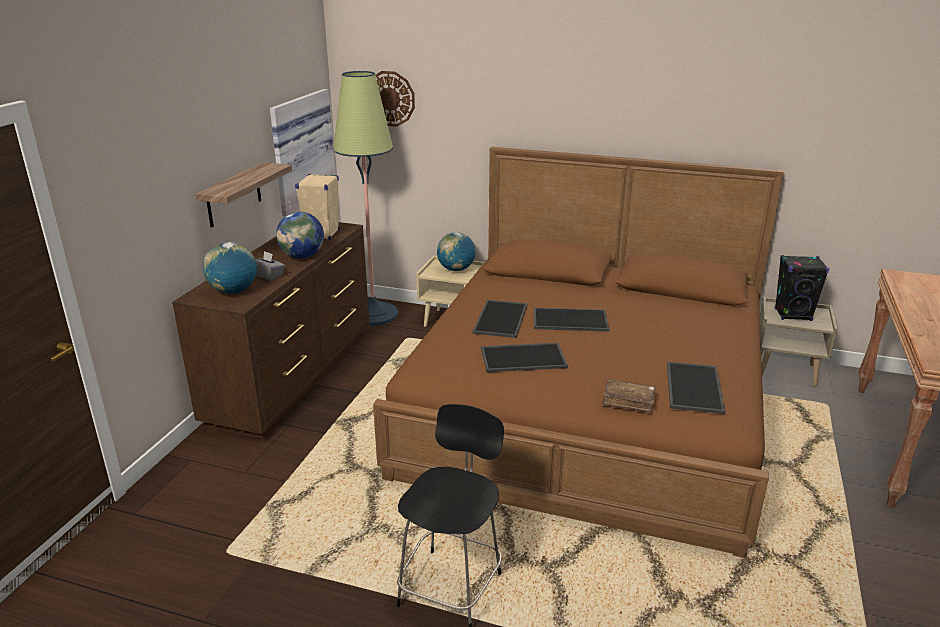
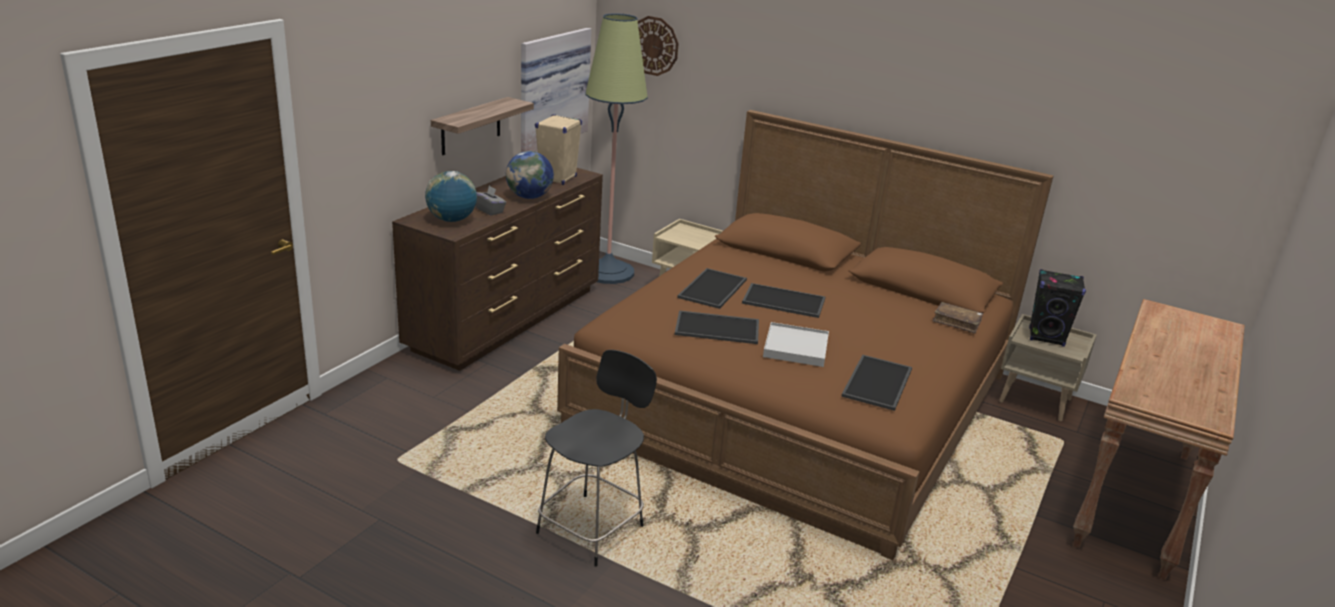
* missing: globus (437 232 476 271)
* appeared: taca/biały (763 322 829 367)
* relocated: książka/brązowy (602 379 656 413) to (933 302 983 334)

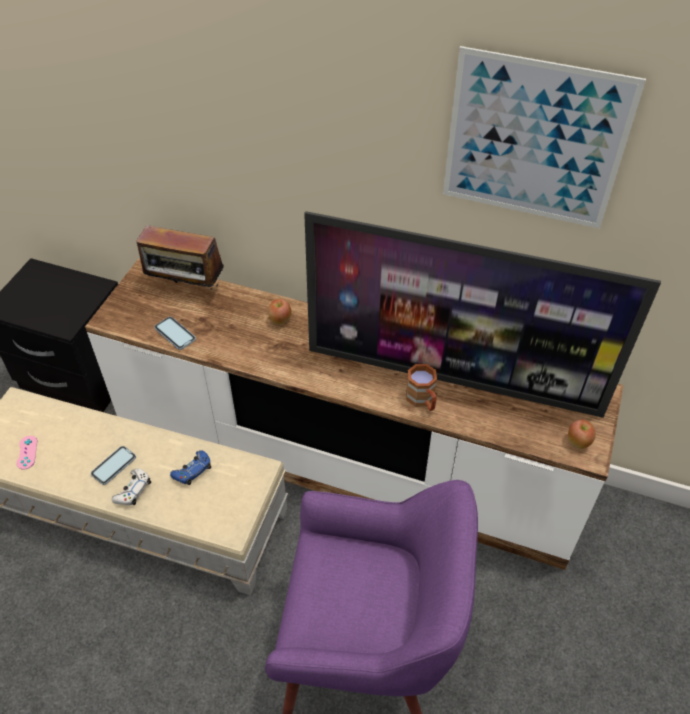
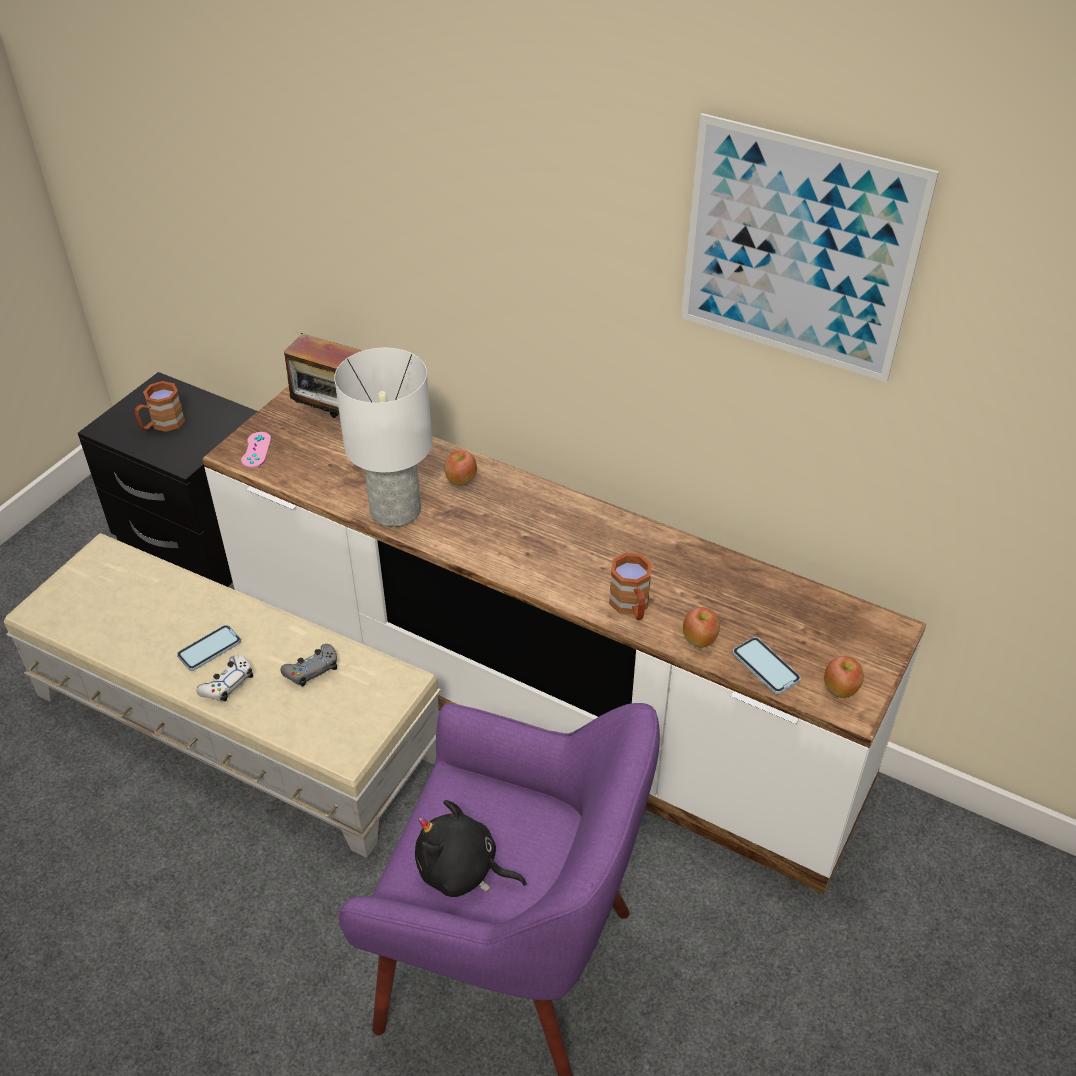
* missing: telewizor (304 211 661 418)
* appeared: kubek/brązowy (135 381 185 432)
* appeared: lampa stołowa/biały (334 348 432 527)
* appeared: pluszak/czarny (415 800 527 897)
* appeared: jabłko (683 607 720 648)
* relocated: pad do gier/różowy (16 436 37 470) to (241 432 271 468)
* relocated: telefon (154 317 196 350) to (733 637 801 694)
* colour: pad do gier/niebieski (170 450 211 485) to pad do gier/szary (280 644 337 687)

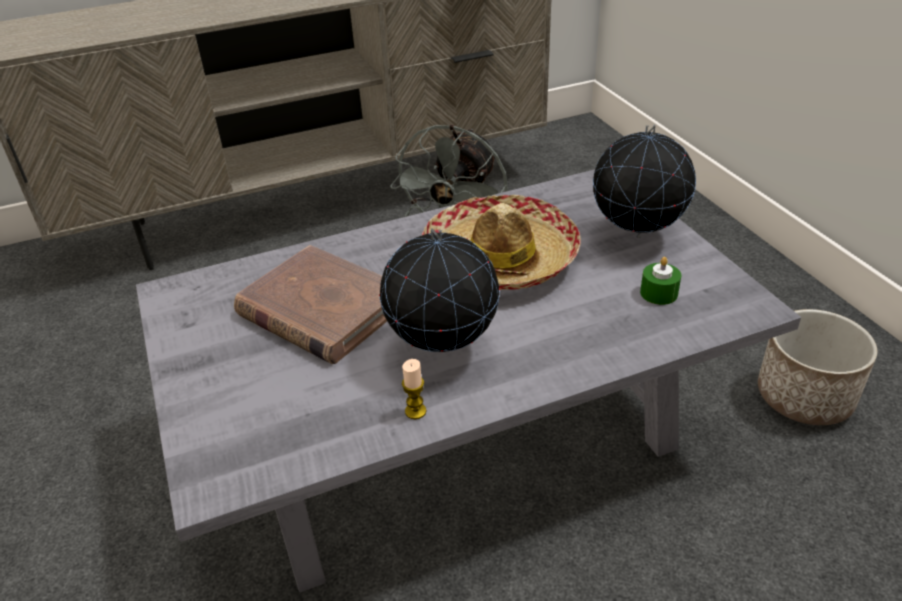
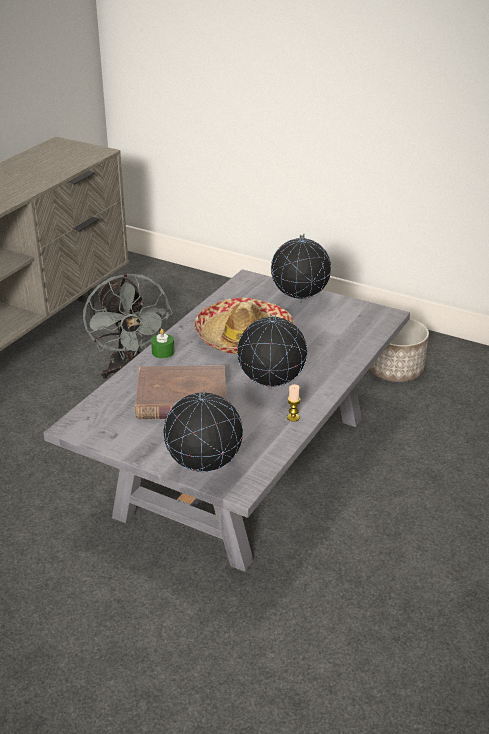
* appeared: globus (163 390 243 473)
* relocated: świeca/zielony (640 257 681 305) to (151 329 174 358)

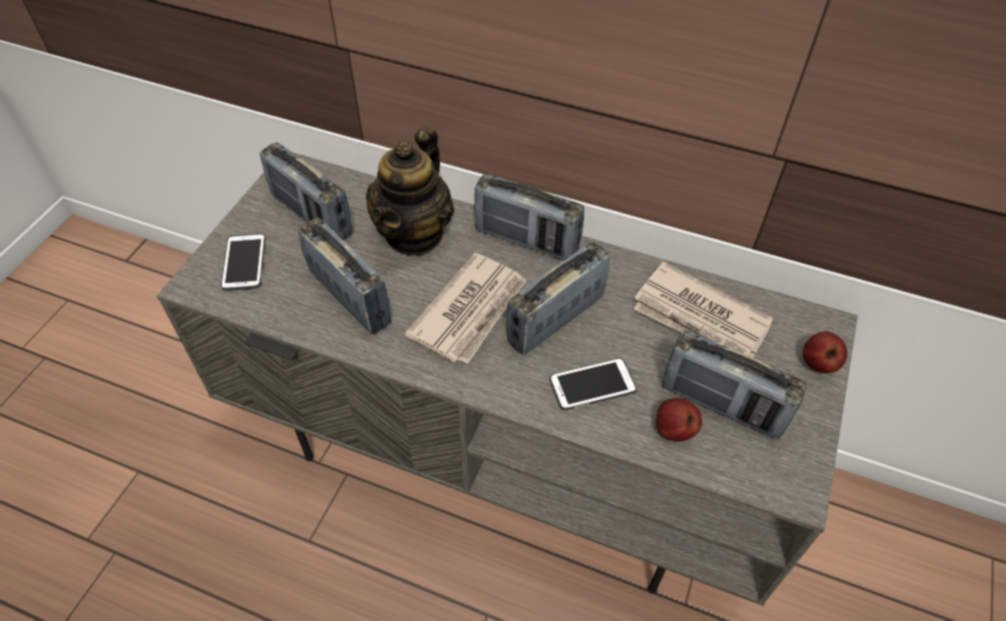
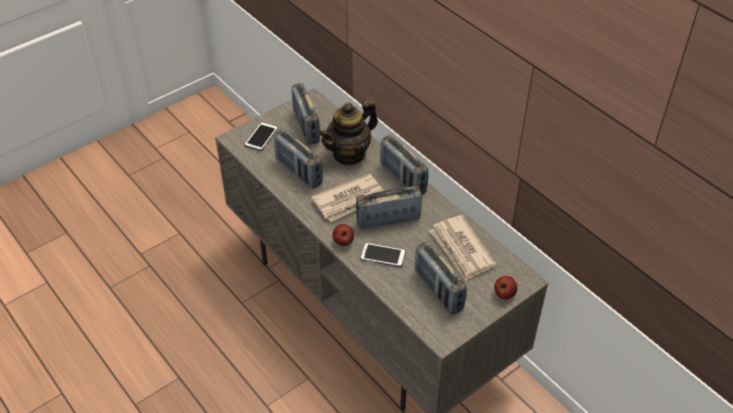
* relocated: jabłko (656 398 702 442) to (332 224 354 246)
* spun: radio (298 217 391 335) = (274 129 323 189) 150 degrees clockwise

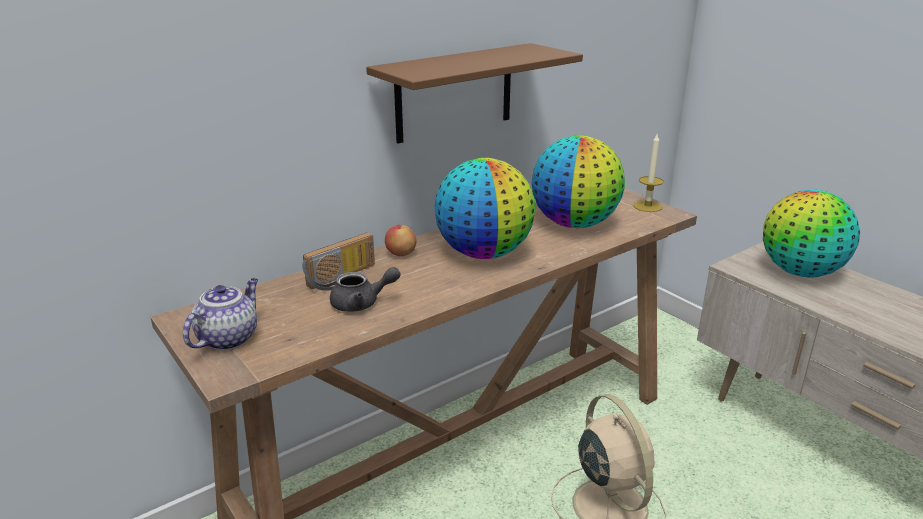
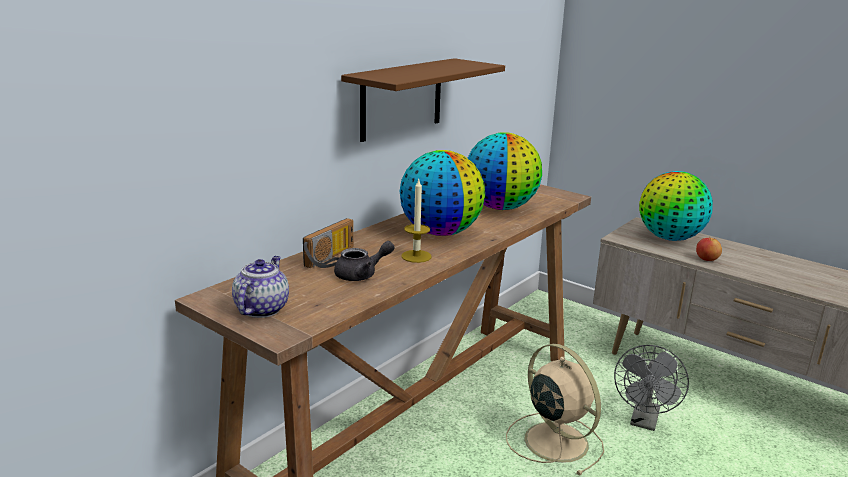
* appeared: wentylator/szary (614 345 689 431)
* relocated: jabłko (385 225 417 256) to (696 238 722 261)
* relocated: świeca (634 132 664 212) to (401 180 432 263)

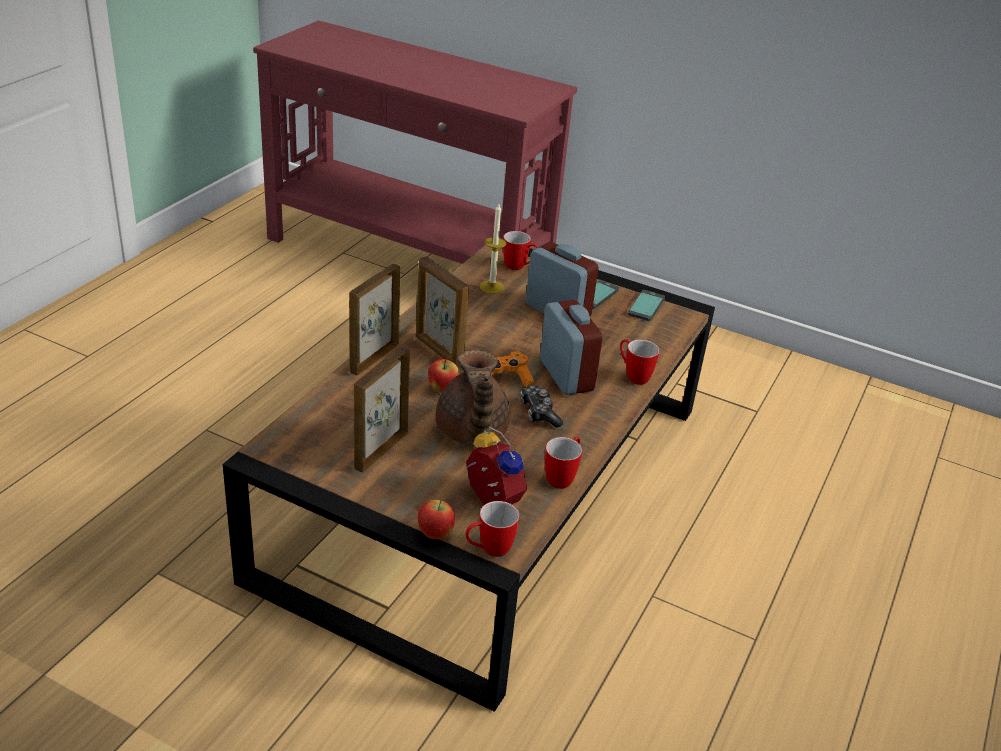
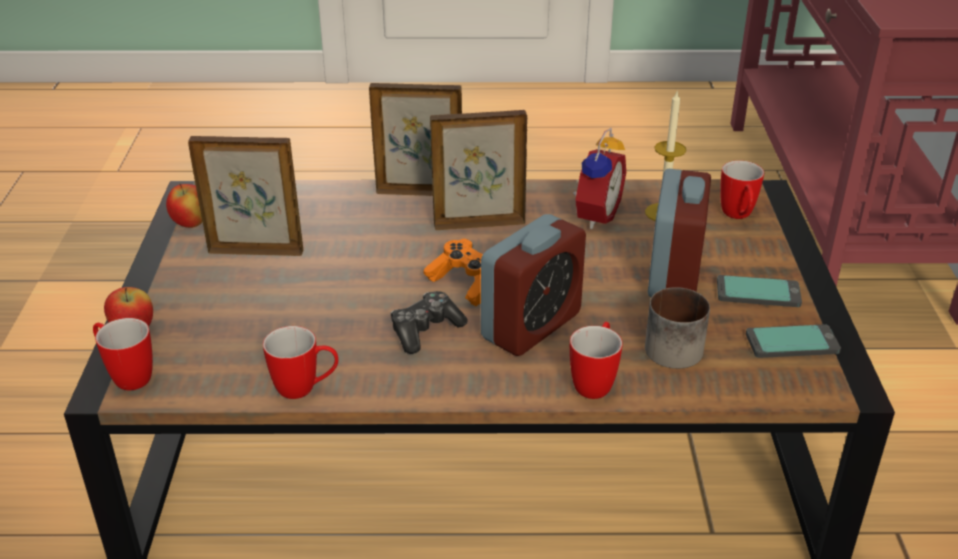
* missing: imbryk/brązowy (436 350 510 446)
* appeared: kubek (645 287 710 369)
* relocated: jabłko (428 359 460 393) to (166 184 202 228)
* relocated: budzik (466 427 527 505) to (572 128 626 229)
* spun: ramka na zdjęcie (416 256 469 368) = (430 110 527 230) 60 degrees clockwise

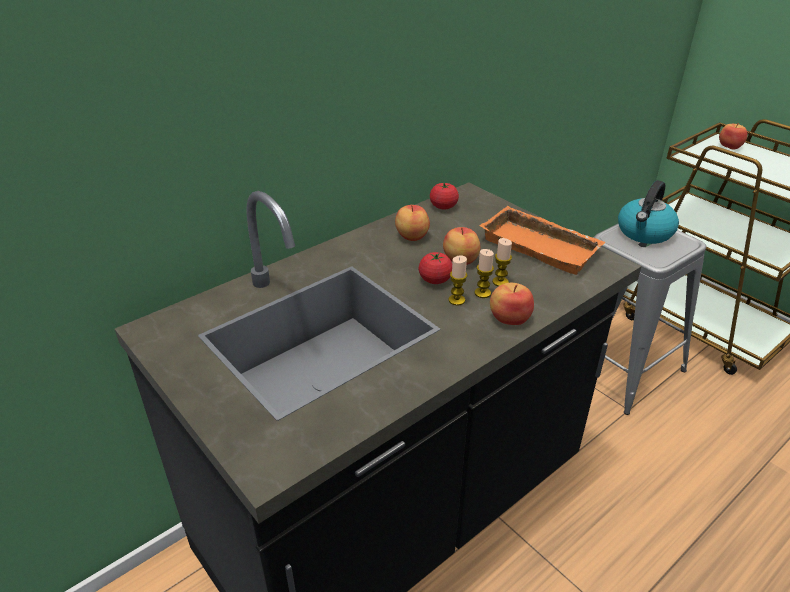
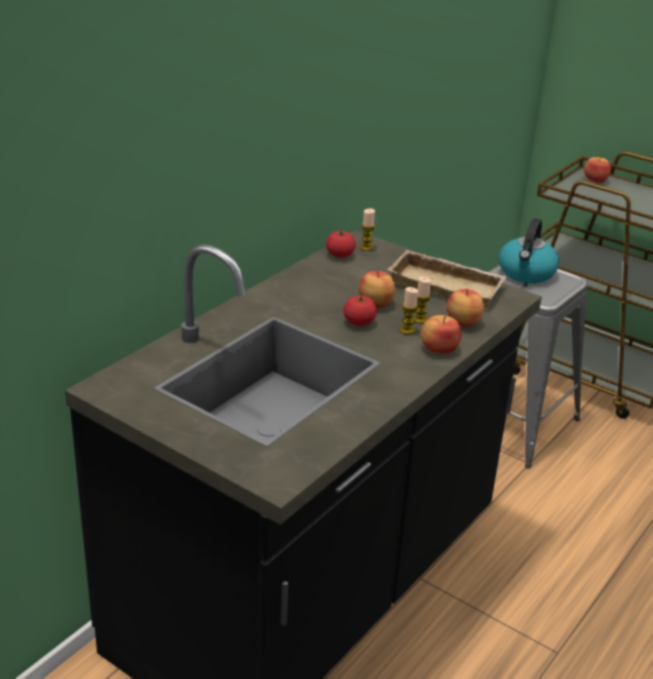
* relocated: jabłko (395 204 430 241) to (447 288 484 327)
* relocated: świeca (448 255 467 305) to (360 209 375 251)
* colour: taca/pomarańczowy (480 206 606 275) to taca/beżowy (387 250 506 308)

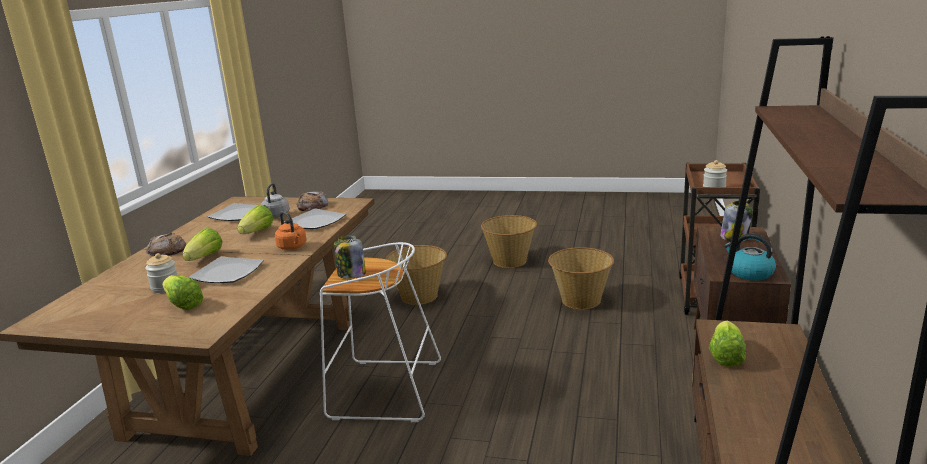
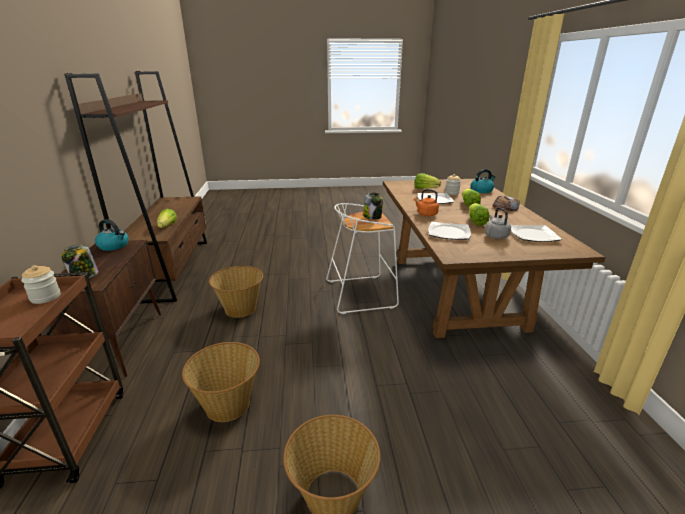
* missing: chleb (297 192 328 211)
* appeared: czajnik (470 169 495 193)
* relocated: koszyk (385 245 447 305) to (209 266 263 318)

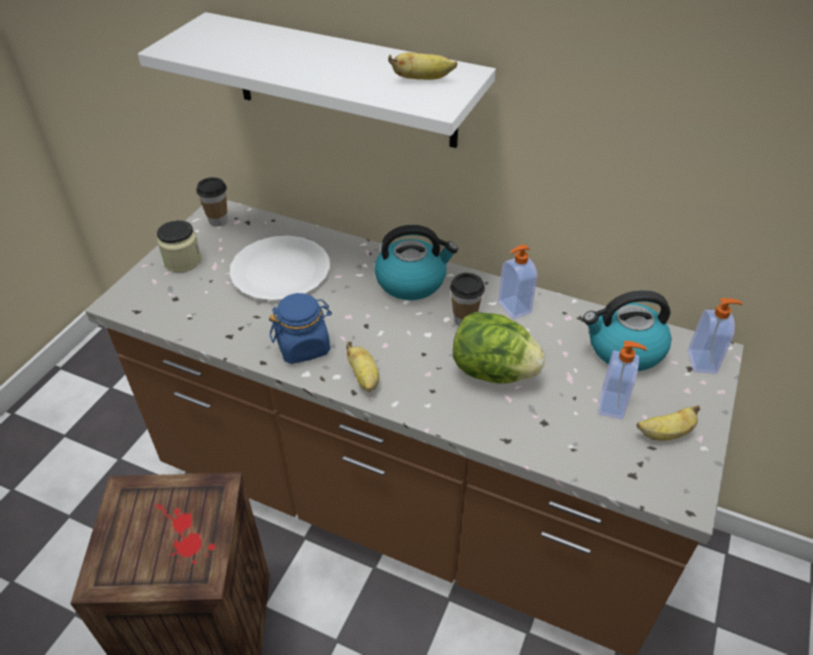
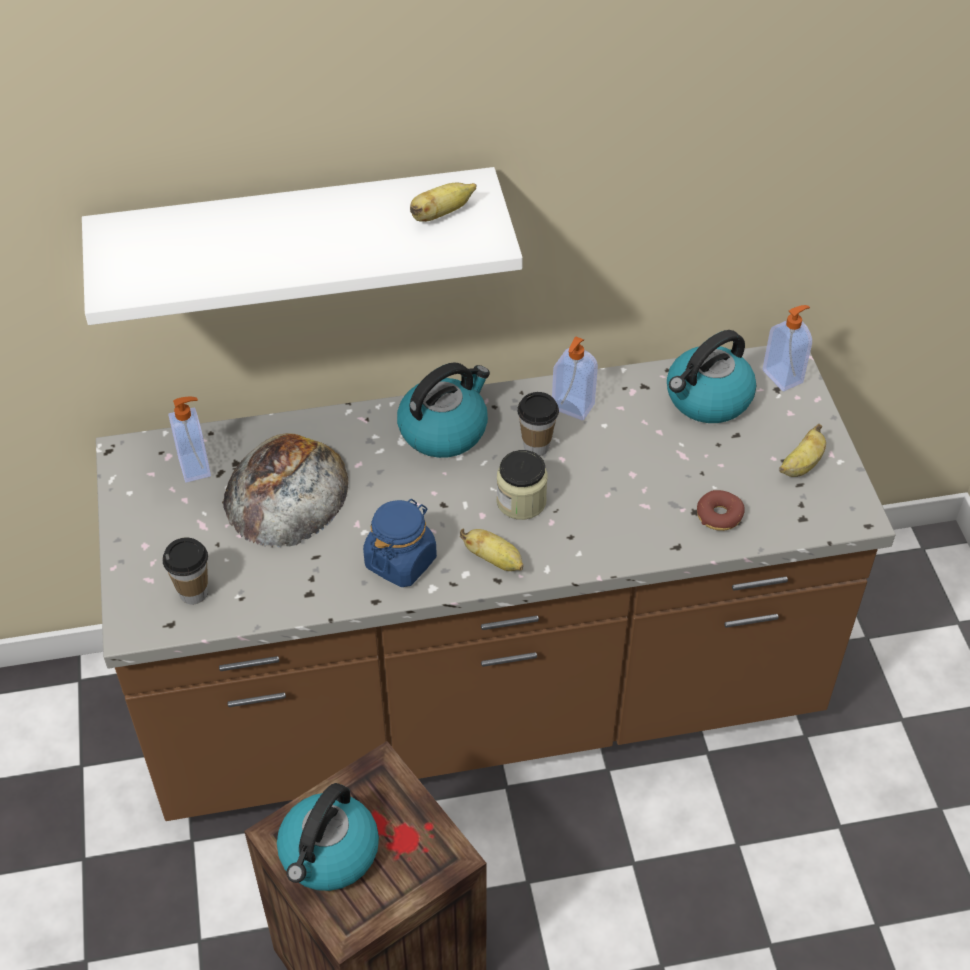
* missing: sałata (453 312 545 384)
* appeared: czajnik (277 783 379 891)
* appeared: donut (697 490 745 531)
* relocated: słoik (157 220 202 272) to (497 450 548 520)
* relocated: filiżanka (196 177 228 227) to (163 538 208 604)
* relocated: dozownik mydła (598 341 647 420) to (169 396 211 482)
* exchanged: talerz/biały (230 236 330 301) to chleb (222 433 348 548)

